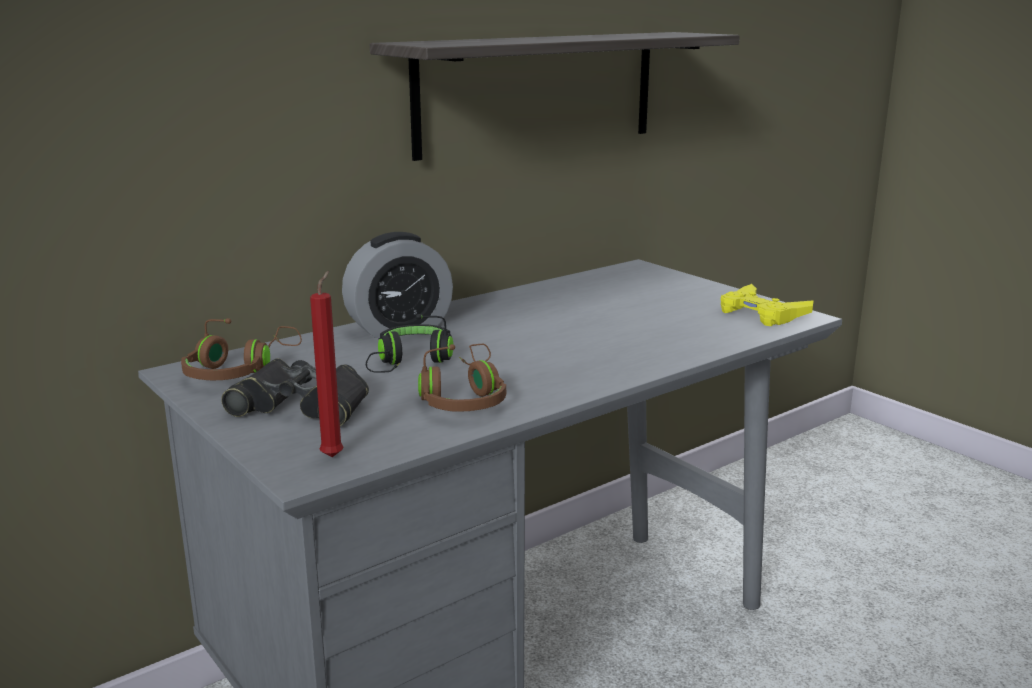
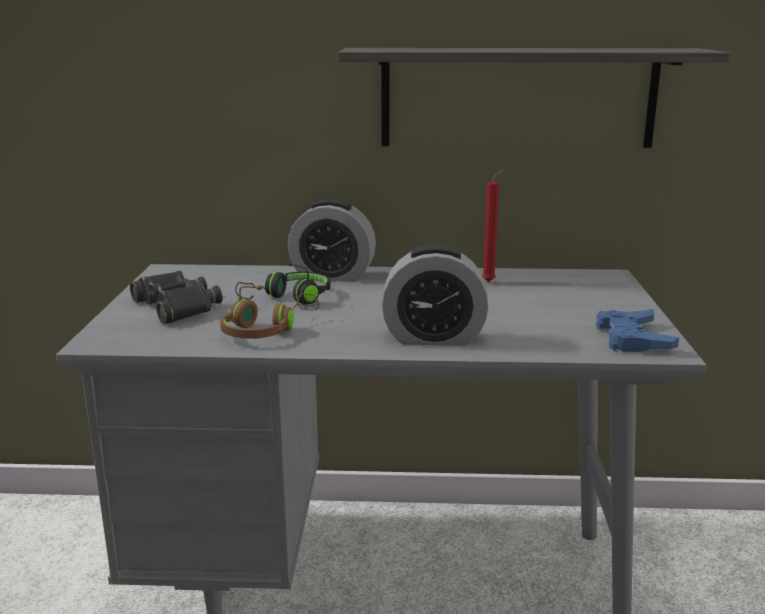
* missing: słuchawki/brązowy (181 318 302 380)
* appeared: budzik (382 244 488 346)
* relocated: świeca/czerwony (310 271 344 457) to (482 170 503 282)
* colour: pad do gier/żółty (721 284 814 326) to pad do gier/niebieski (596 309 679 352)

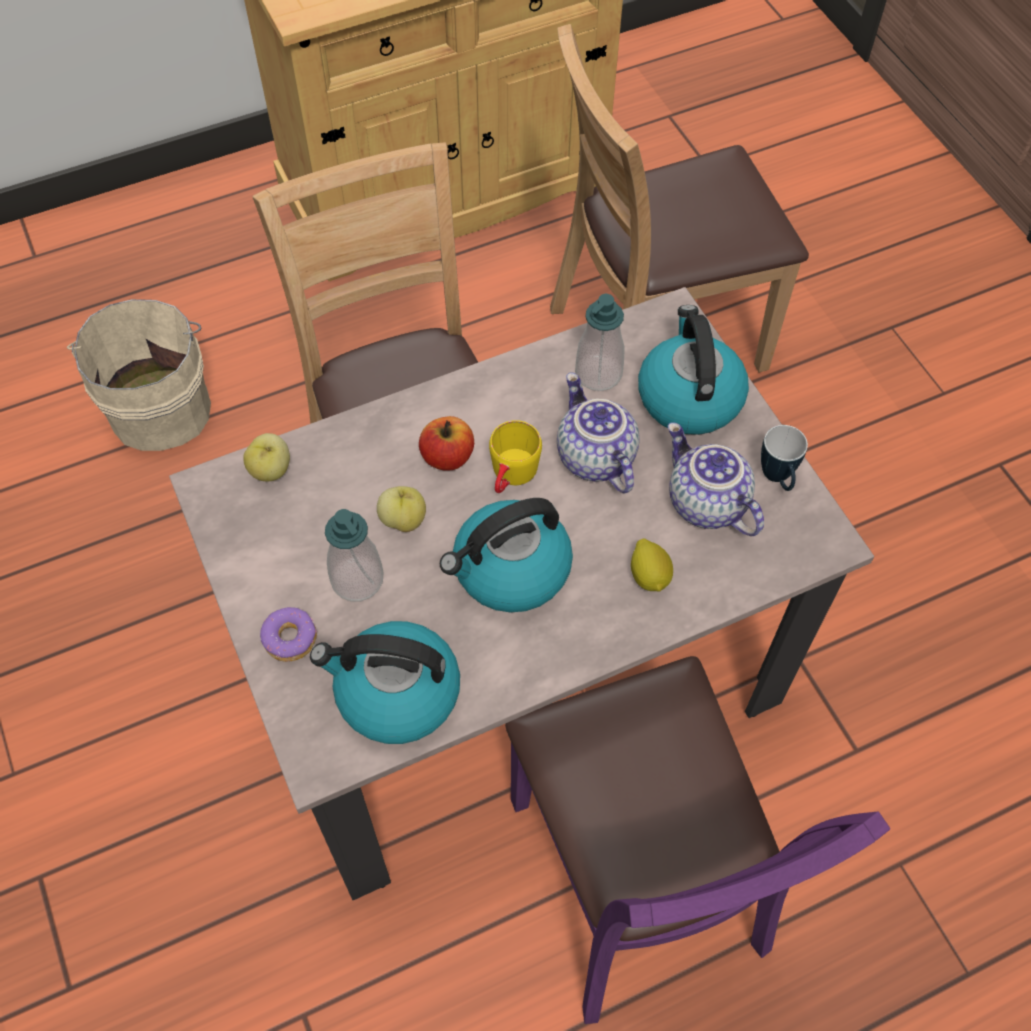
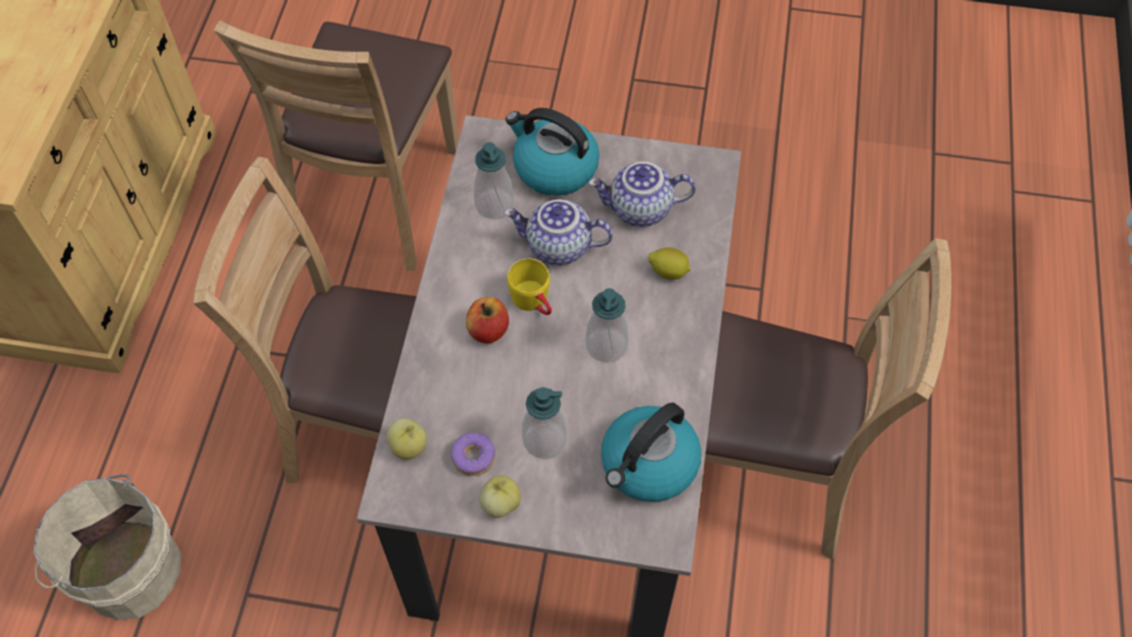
* missing: kubek (761 425 808 491)
* relocated: donut (260 607 317 662) to (451 433 495 476)
* relocated: jabłko (377 486 426 532) to (479 476 521 518)
* exchanged: czajnik (440 498 573 613) to dozownik mydła (586 288 628 362)
* colour: krzesło/fioletowy (505 656 890 1024) to krzesło/brązowy (705 238 951 560)

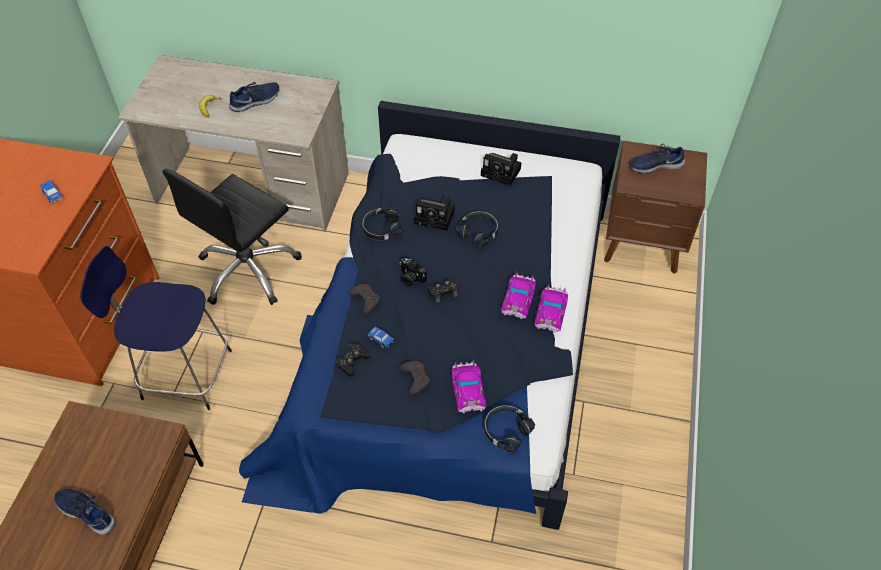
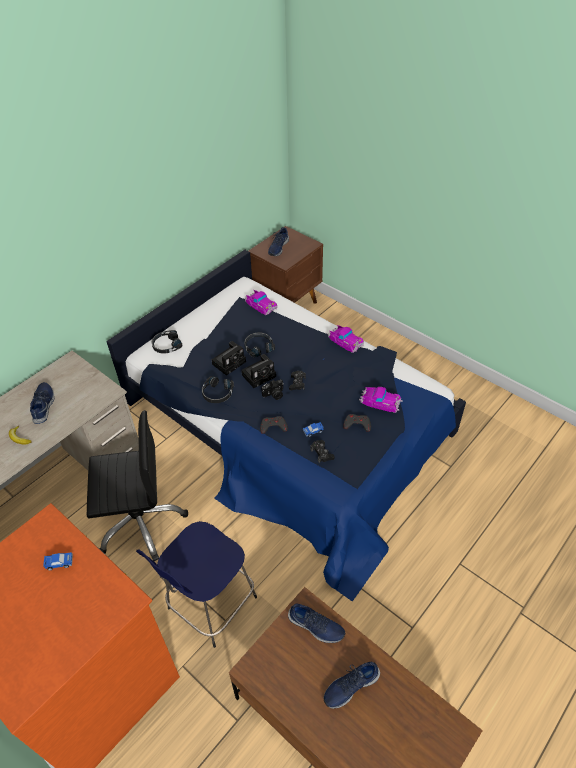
* appeared: but/niebieski (288 603 345 643)
* relocated: aparat fotograficzny (481 153 522 186) to (241 354 276 388)
* relocated: słuchawki/czarny (484 405 535 453) to (152 330 183 354)
* relocated: samochodzik (501 271 536 319) to (245 290 277 315)
* spun: krzesło biurowe/czarny (162 169 302 305) = (87 410 188 561) 75 degrees counterclockwise

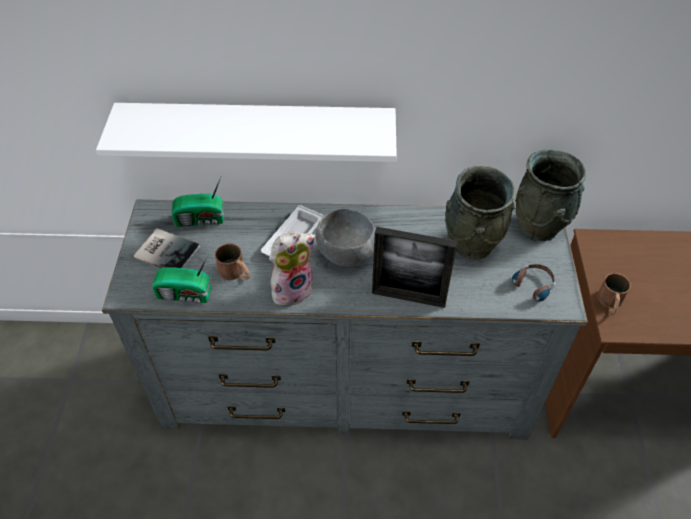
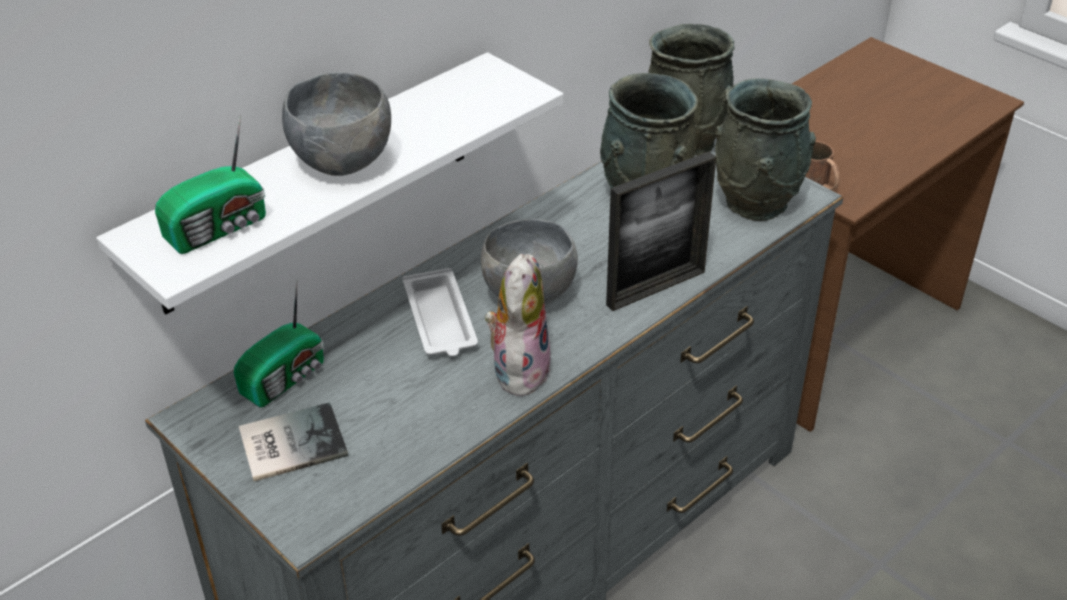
* missing: kubek/brązowy (215 244 250 280)
* appeared: miska/szary (282 72 391 176)
* relocated: radio (152 254 212 304) to (155 115 266 254)
* exchanged: słuchawki (511 264 555 301) to wazon/szary (715 78 816 221)

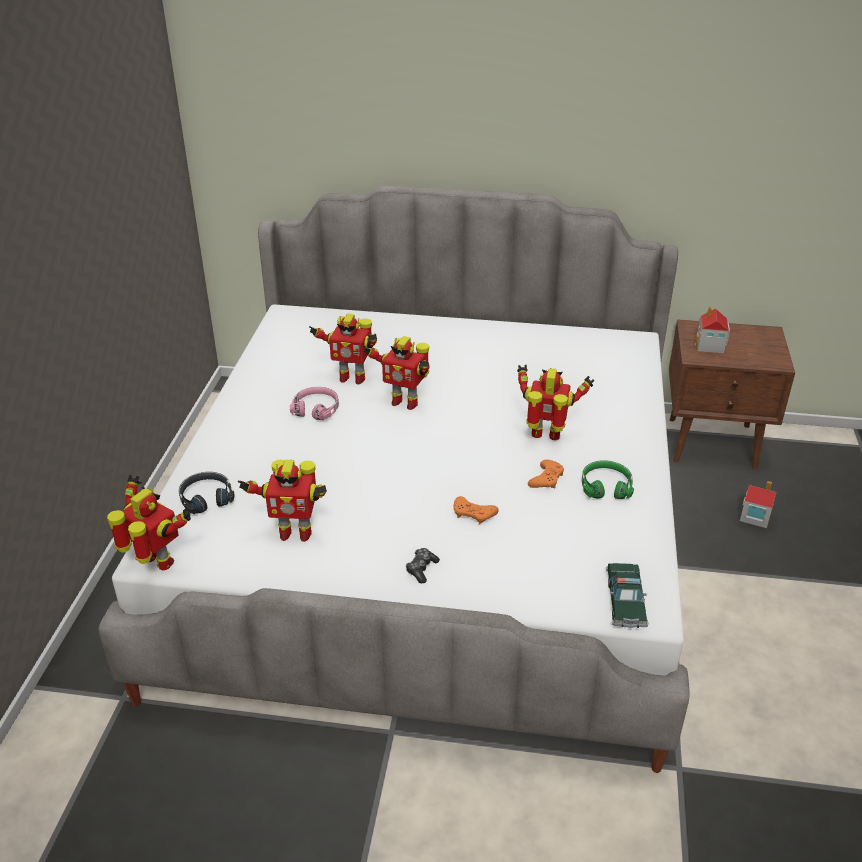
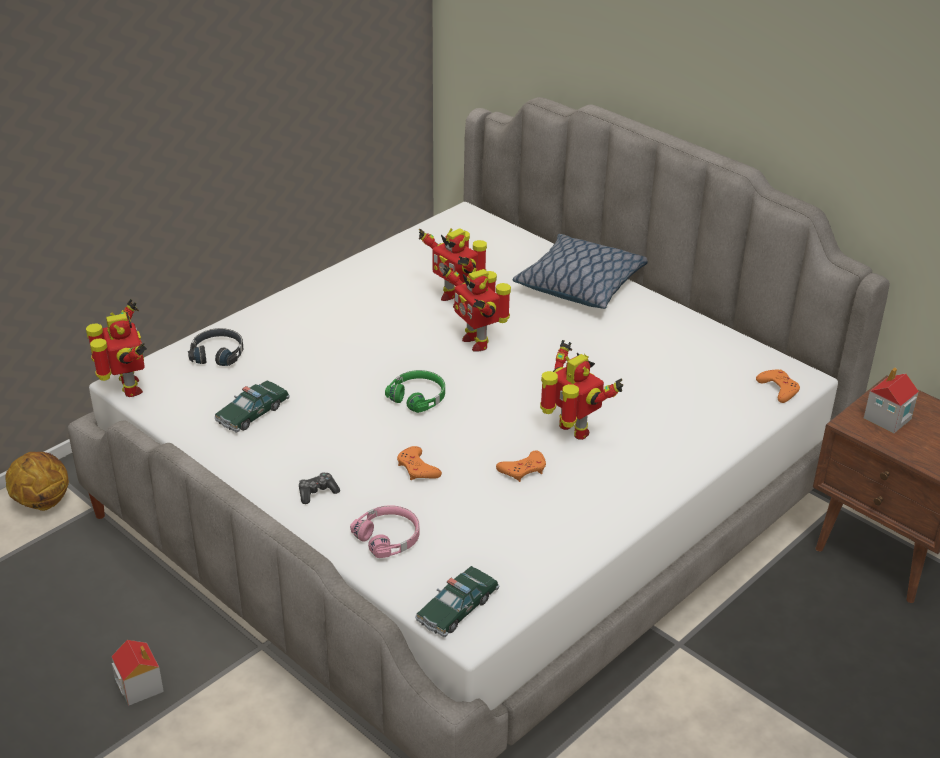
* appeared: piłka do koszykówki (5 452 69 511)
* appeared: poduszka (513 234 647 309)
* appeared: pad do gier/pomarańczowy (756 370 800 403)
* relocated: słuchawki/różowy (290 387 339 420) to (350 505 420 558)
* relocated: słuchawki/zielony (582 460 634 499) to (385 370 445 413)
* relocated: domek (740 481 776 528) to (112 640 164 706)
* exchanged: robot zabawkowy (238 460 327 542) to samochodzik (214 380 290 432)

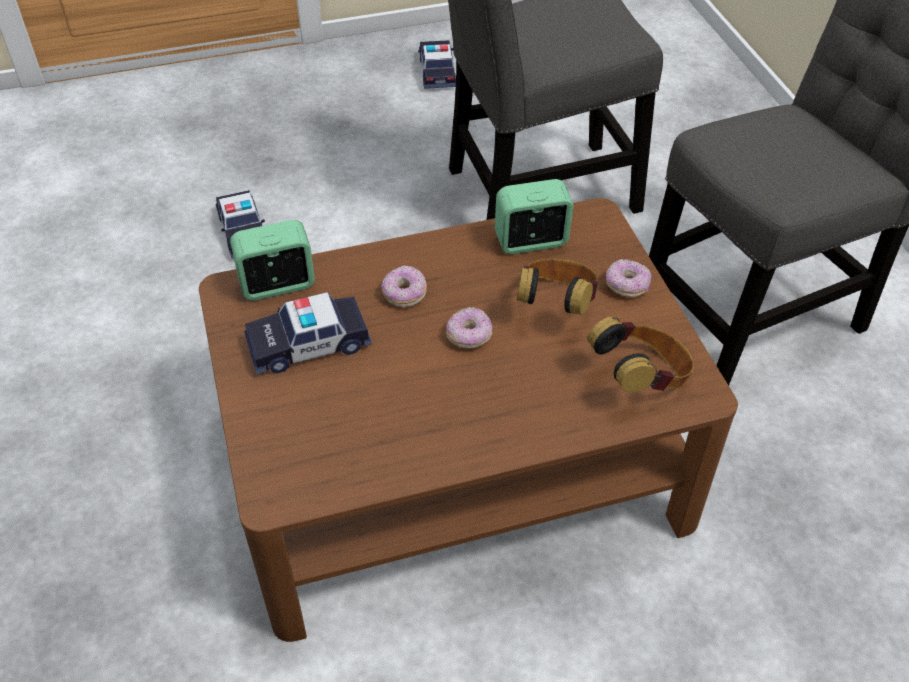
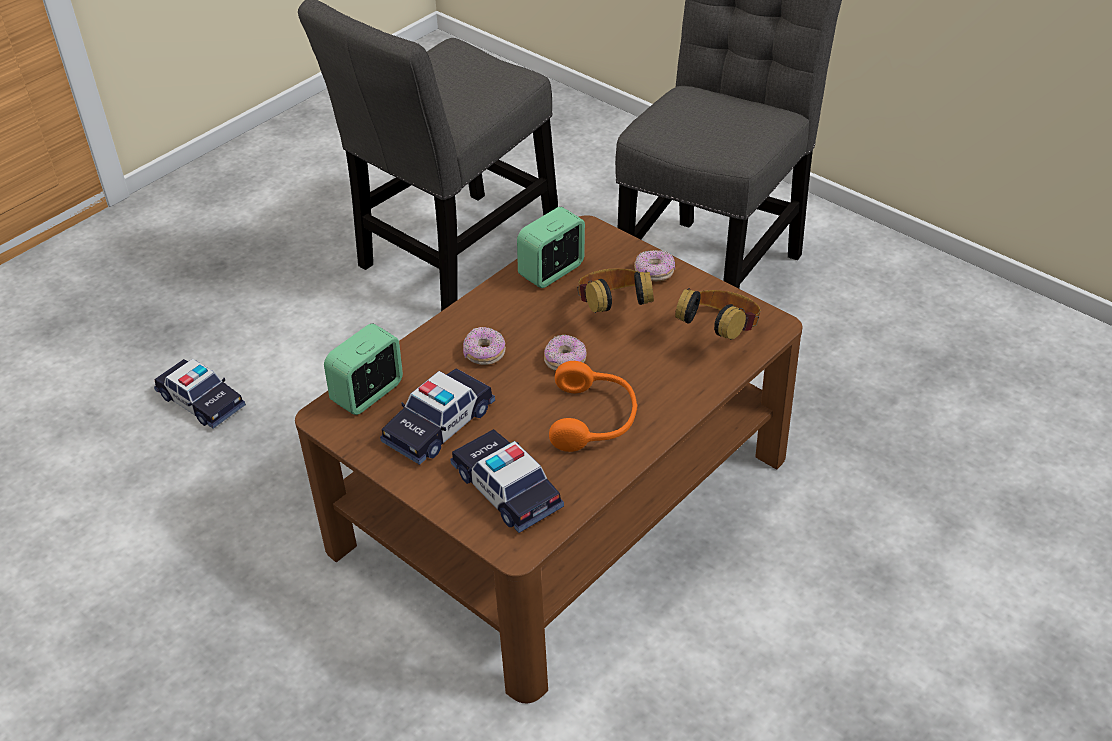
* appeared: słuchawki/pomarańczowy (549 361 637 452)
* relocated: samochodzik (418 40 456 89) to (450 429 564 533)

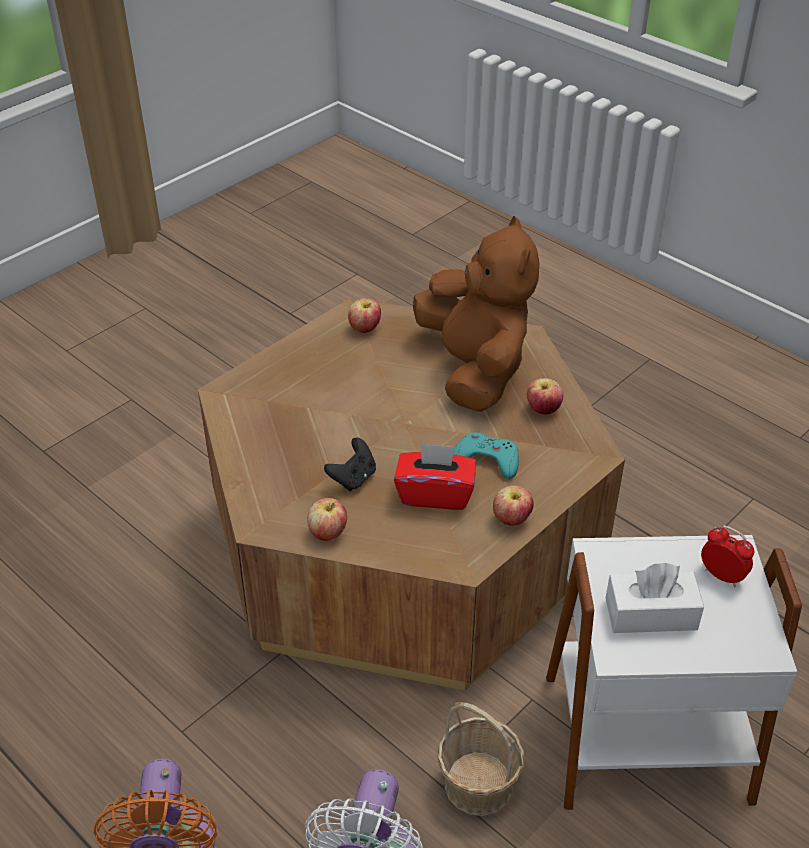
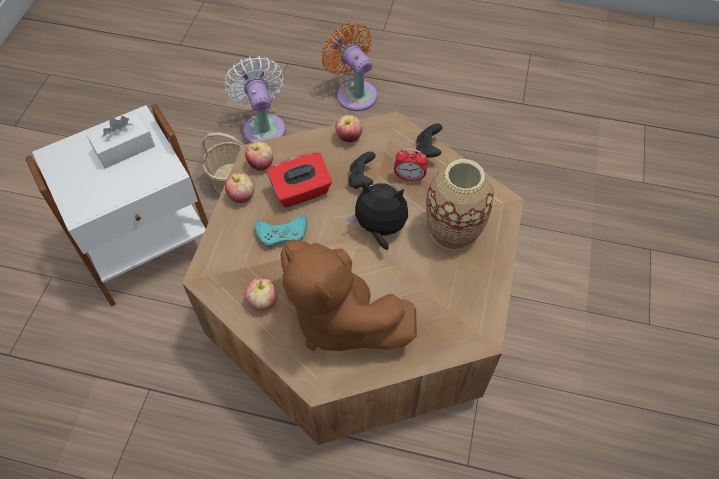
* appeared: pluszak (347 182 408 250)
* appeared: pad do gier/czarny (416 123 443 158)
* appeared: wazon (426 159 494 250)
* relocated: jabłko (348 298 381 333) to (245 141 273 171)
* relocated: budzik (701 526 755 587) to (394 149 428 182)

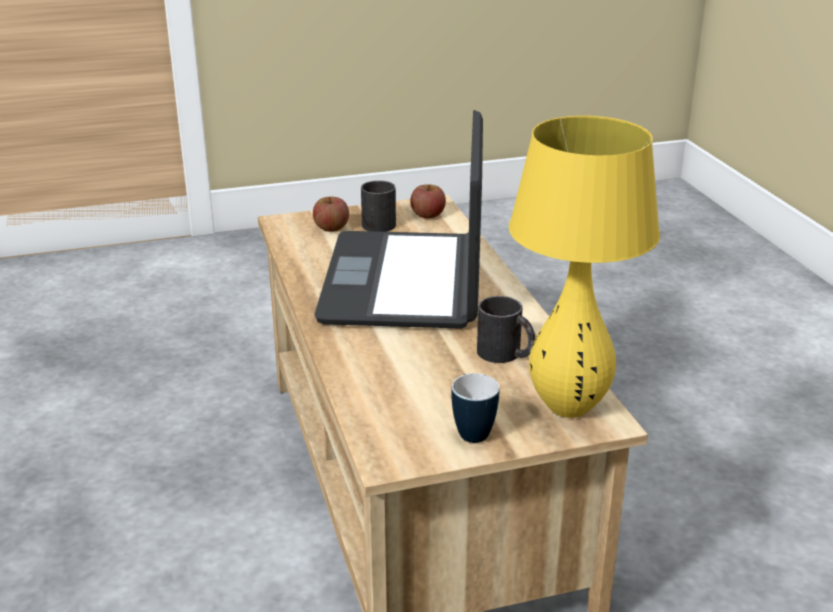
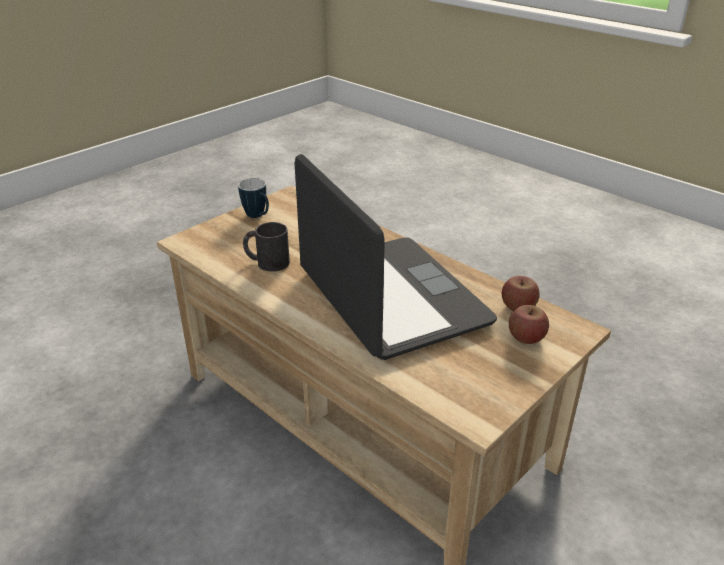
* missing: kubek/czarny (361 180 396 232)
* missing: lampa stołowa/żółty (509 116 660 418)
* relocated: jabłko (410 184 446 219) to (502 276 540 311)

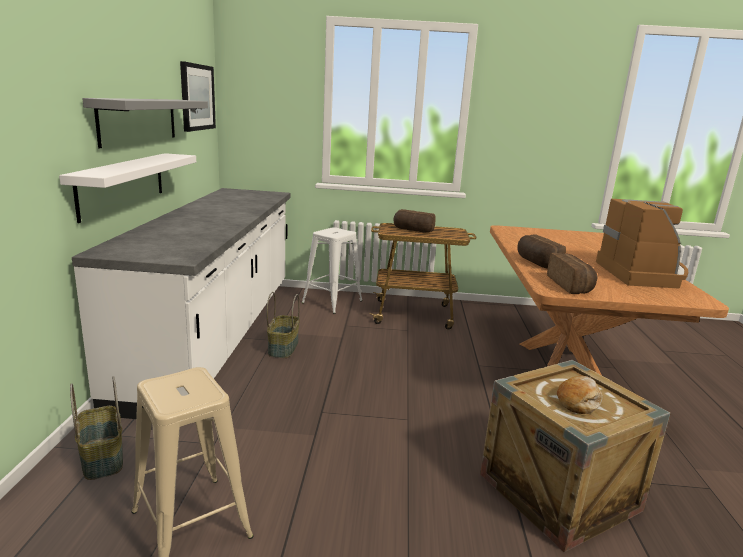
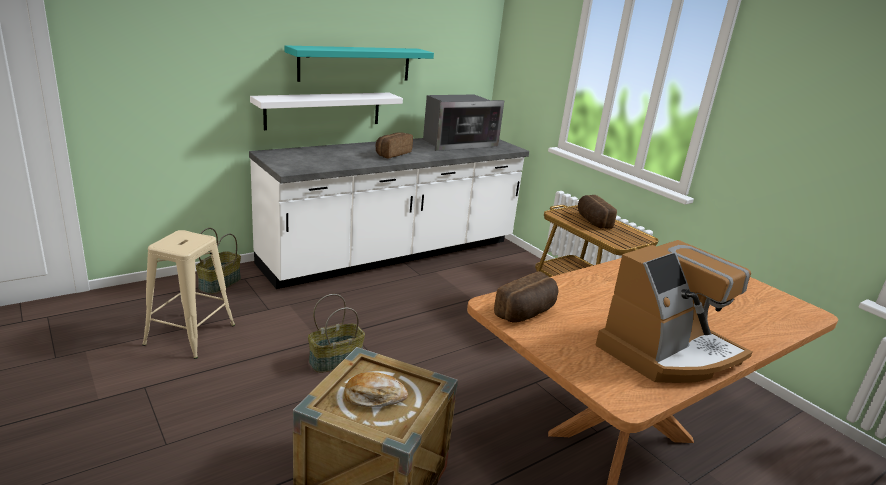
* missing: obraz (180 61 216 132)
* missing: stołek/biały (301 227 363 314)
* appeared: mikrofalówka (423 95 504 151)
* relocated: koszyk (266 292 300 358) to (308 294 365 373)
* relocated: chleb (517 235 566 269) to (376 132 413 158)
* colour: półka/szary (82 98 208 148) to półka/turkusowy (285 45 434 82)

